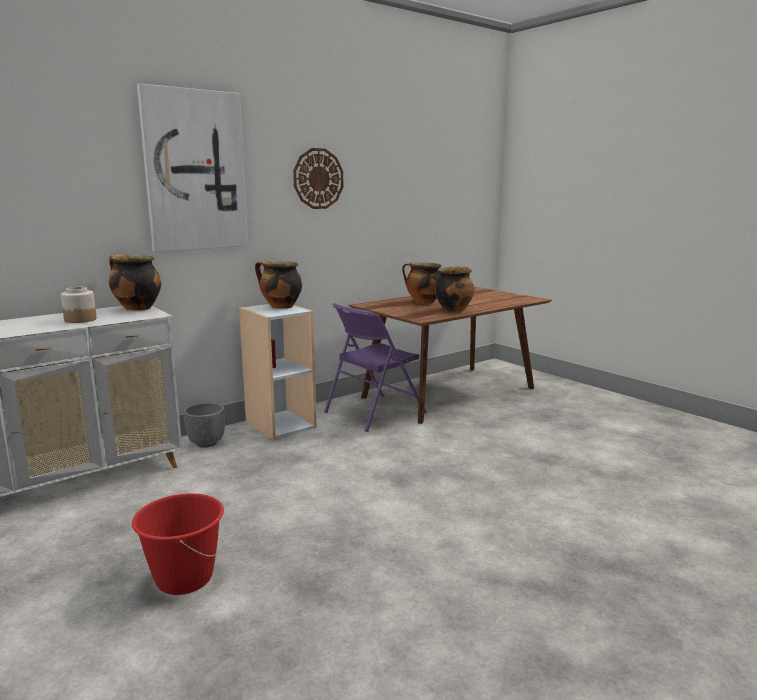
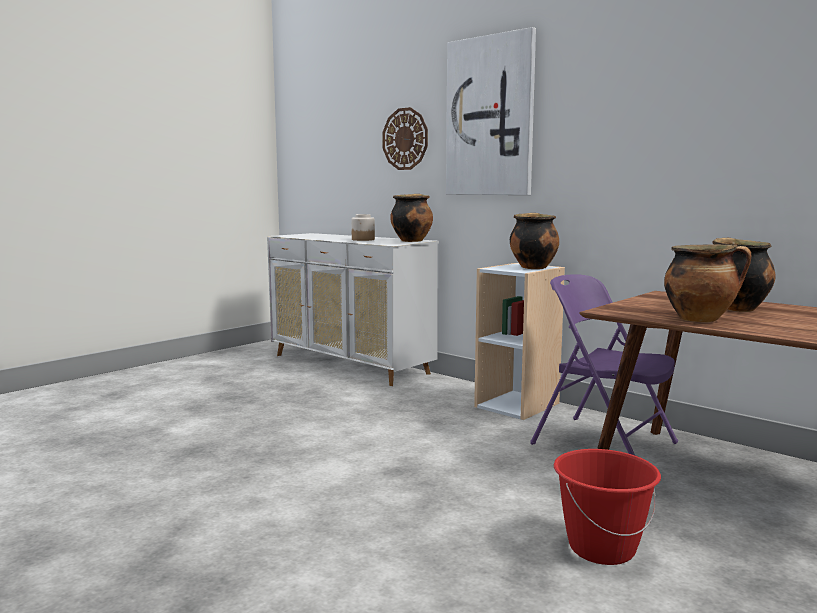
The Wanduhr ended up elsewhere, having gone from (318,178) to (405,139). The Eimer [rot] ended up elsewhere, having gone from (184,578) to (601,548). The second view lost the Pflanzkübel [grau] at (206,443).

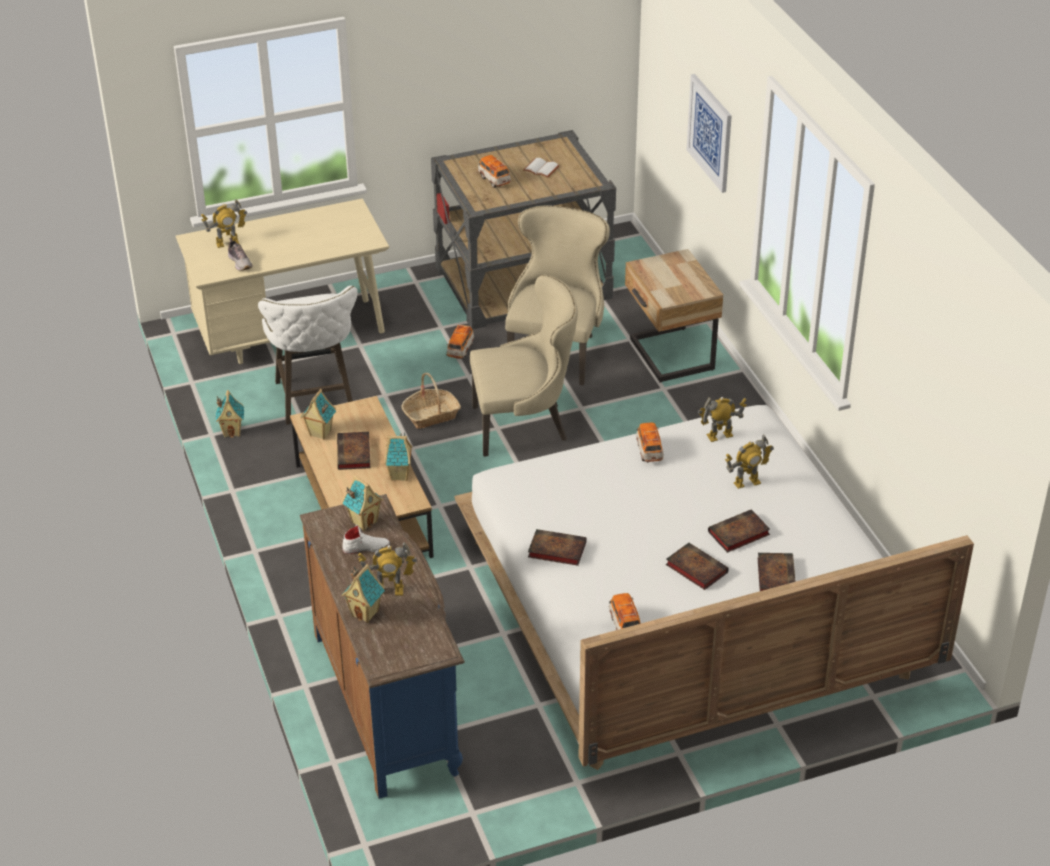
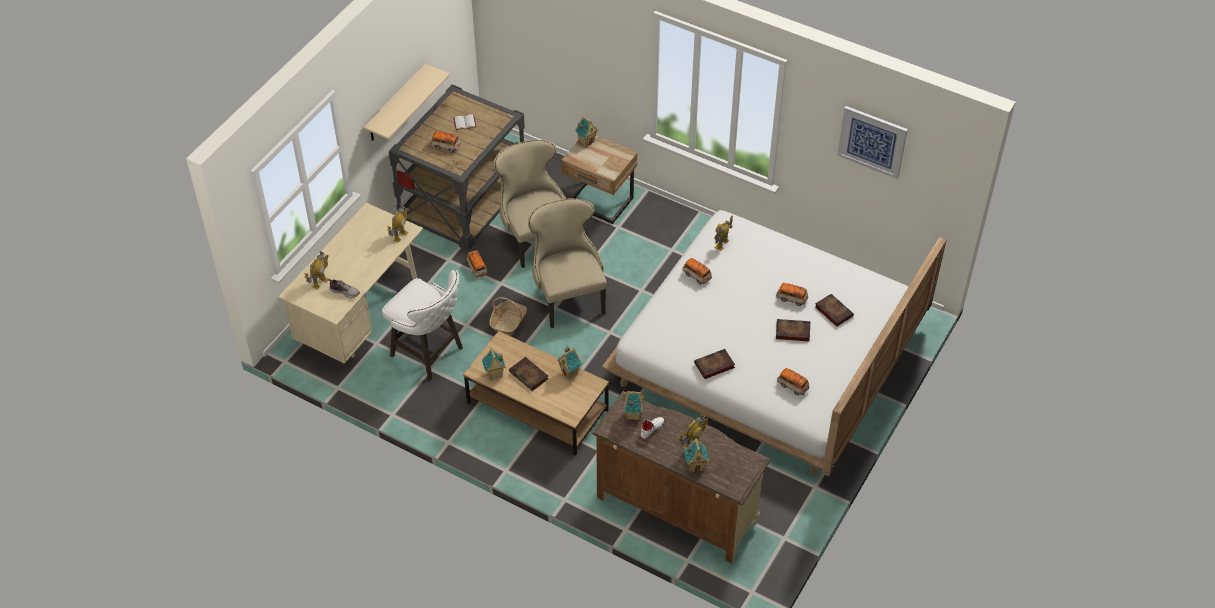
The second view gained the Wandregal [beige] at (395,104). The Spielzeugroboter ended up elsewhere, having gone from (747,482) to (400,236). The Stuhl [beige] at (524,426) ended up facing another way, 60 degrees counterclockwise from before. The Spielzeughaus ended up elsewhere, having gone from (232,431) to (586,141). What was the Kommode [blau] at (388,700) turned into the Kommode [beige] at (677,507). Where the Buch stood at (737,534), the Spielzeugauto came to stand at (791,299). The Bild ended up elsewhere, having gone from (710,132) to (872,141).

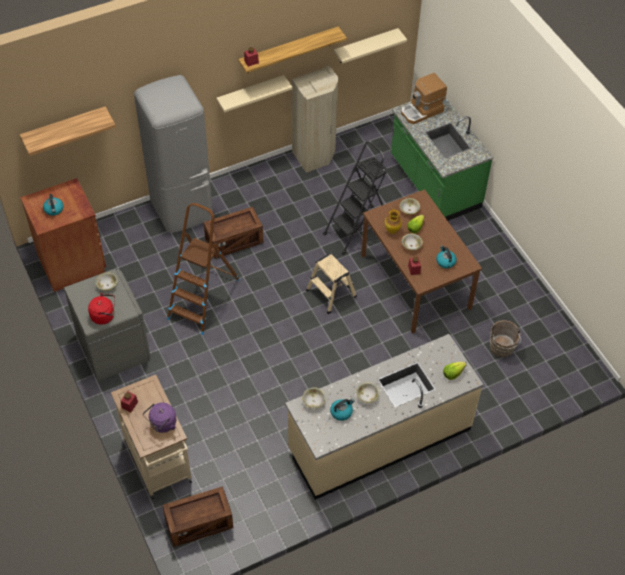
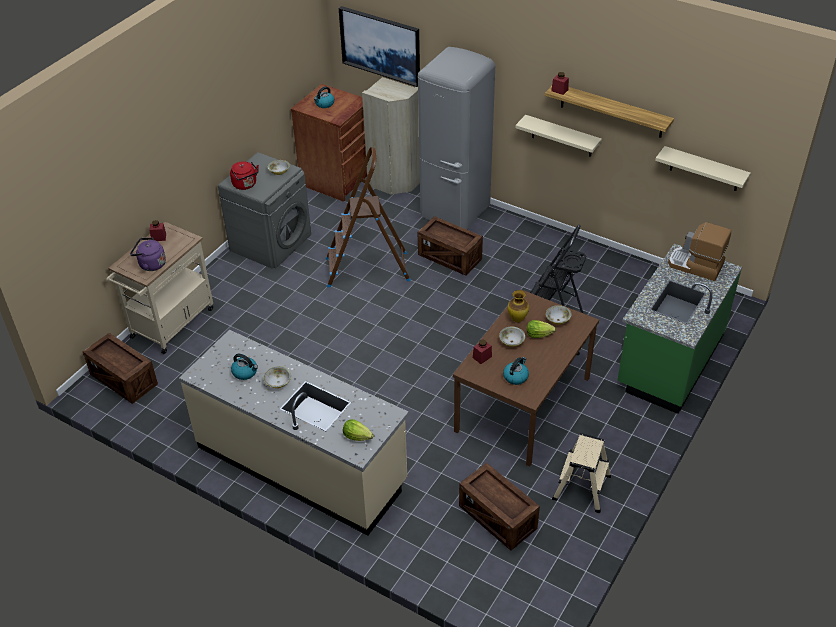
Where the Wandregal hung at (64,128), the Bild came to hang at (381,45). The Schrank [beige] ended up elsewhere, having gone from (315,155) to (395,182). Where the Eimer [braun] stood at (502,349), the Kiste came to stand at (497,517). The Trittleiter [beige] ended up elsewhere, having gone from (331,293) to (581,487). The second view lost the Schüssel at (313,401).

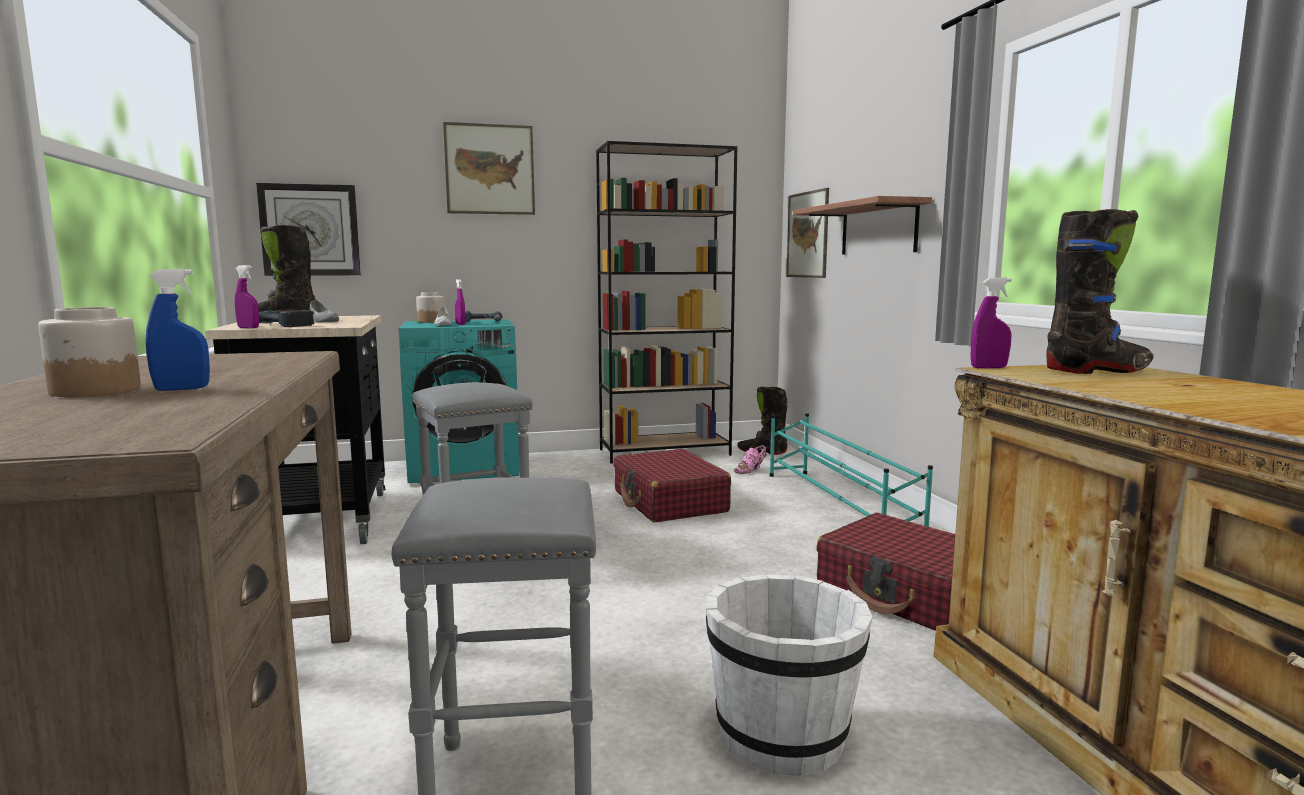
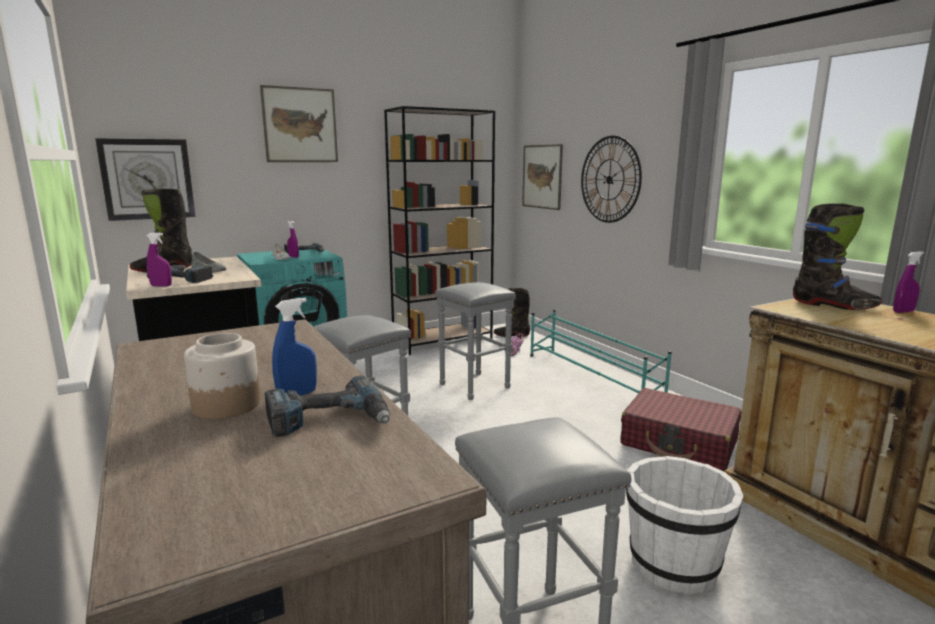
The second view gained the Bohrmaschine at (329,420). Where the Koffer [rot] stood at (669,502), the Hocker [grau] came to stand at (476,385). Where the Wandregal hung at (878,229), the Wanduhr came to hang at (609,179). The Stiefel [schwarz] at (1098,371) ended up facing another way, 60 degrees clockwise from before. The Sprühflasche [lila] ended up elsewhere, having gone from (989,367) to (903,311). The second view lost the Vorratsglas at (431,321).

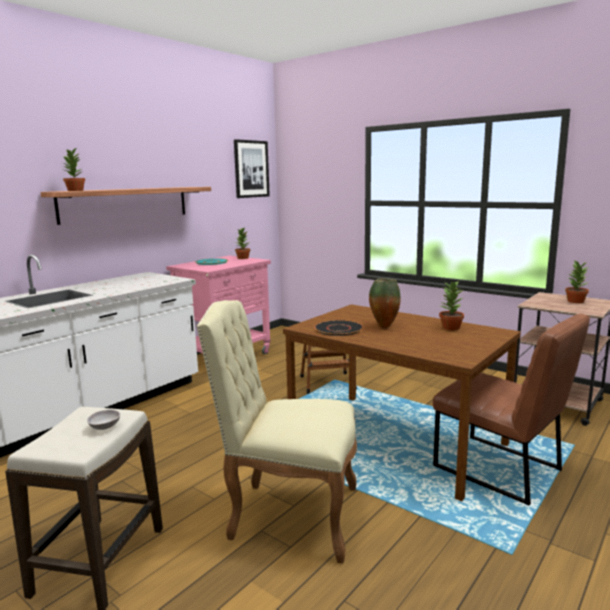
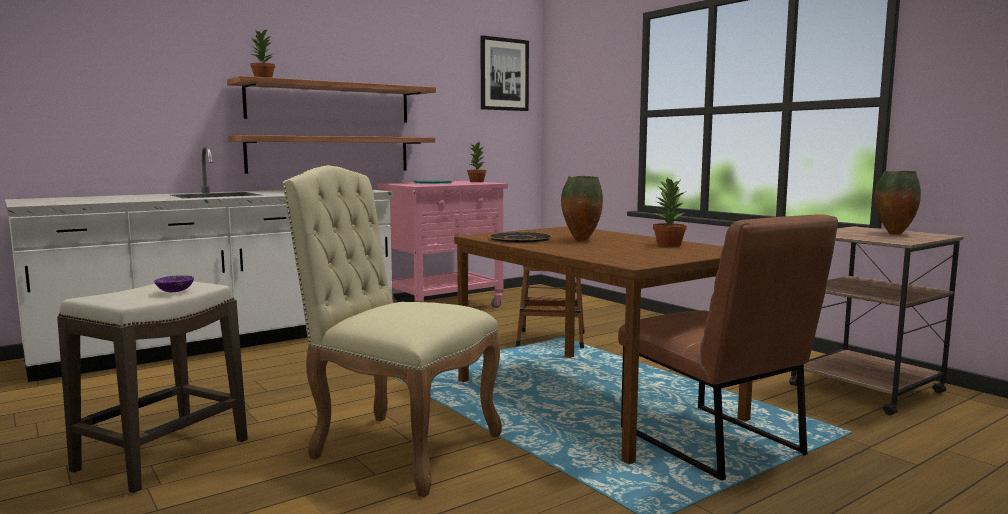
What was the Schüssel [grau] at (105,427) turned into the Schüssel [lila] at (175,291). The second view gained the Wandregal at (330,154). Where the Topfpflanze stood at (575,301), the Vase came to stand at (893,233).

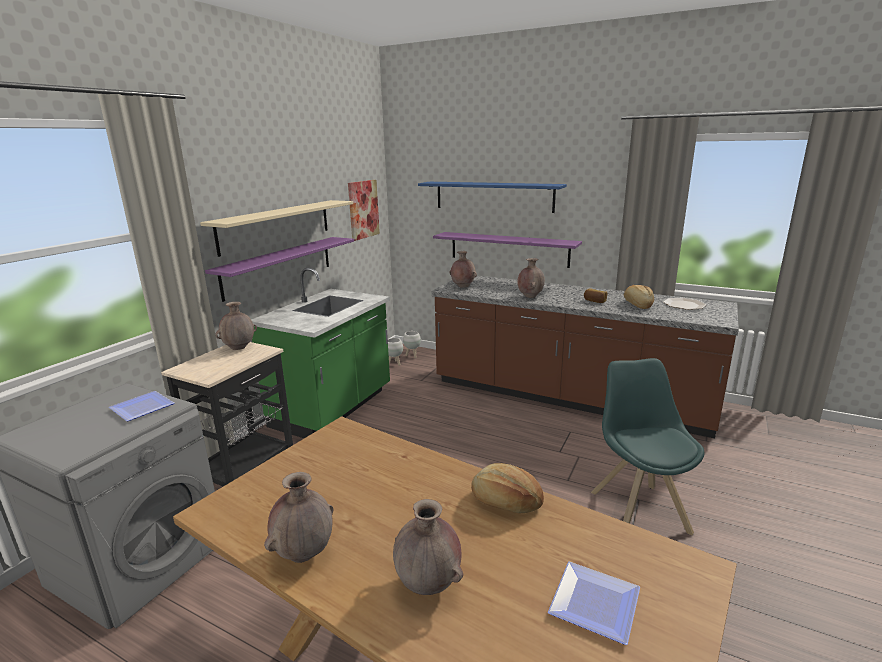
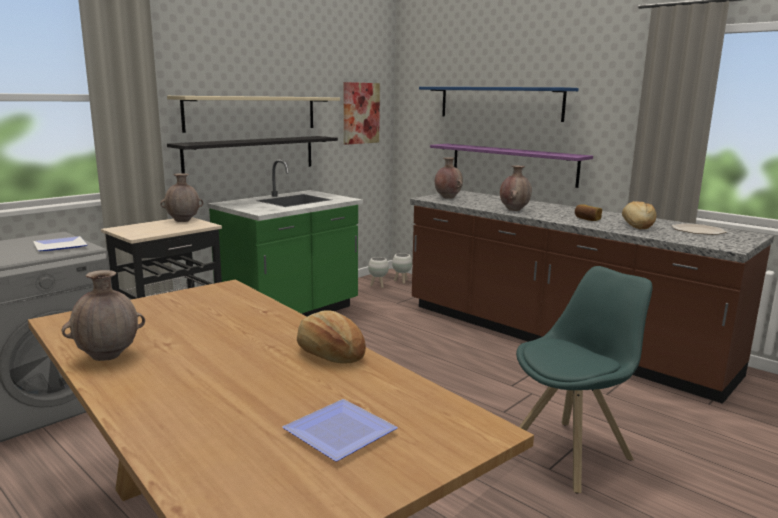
What was the Wandregal [lila] at (279,266) turned into the Wandregal [schwarz] at (251,155). The Stuhl [türkis] at (638,511) ended up facing another way, 45 degrees clockwise from before. The second view lost the Vase [braun] at (428,585).

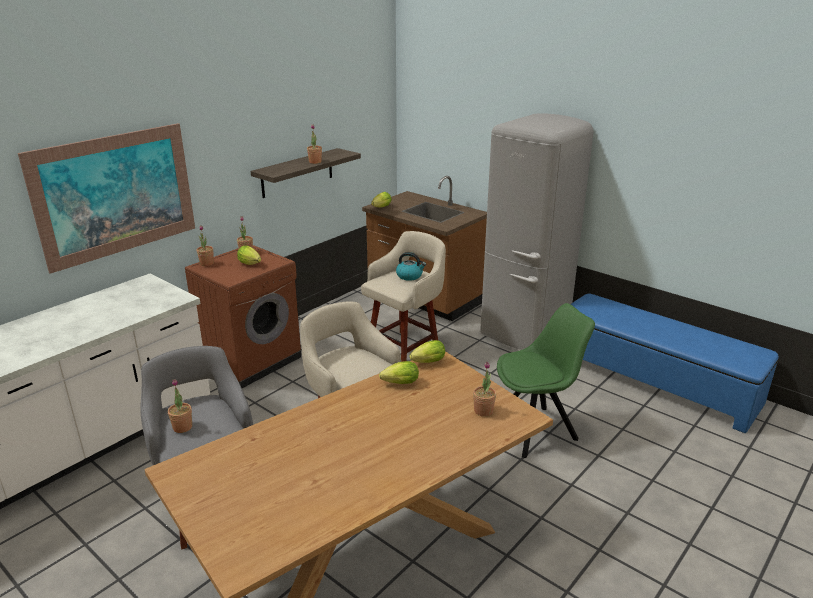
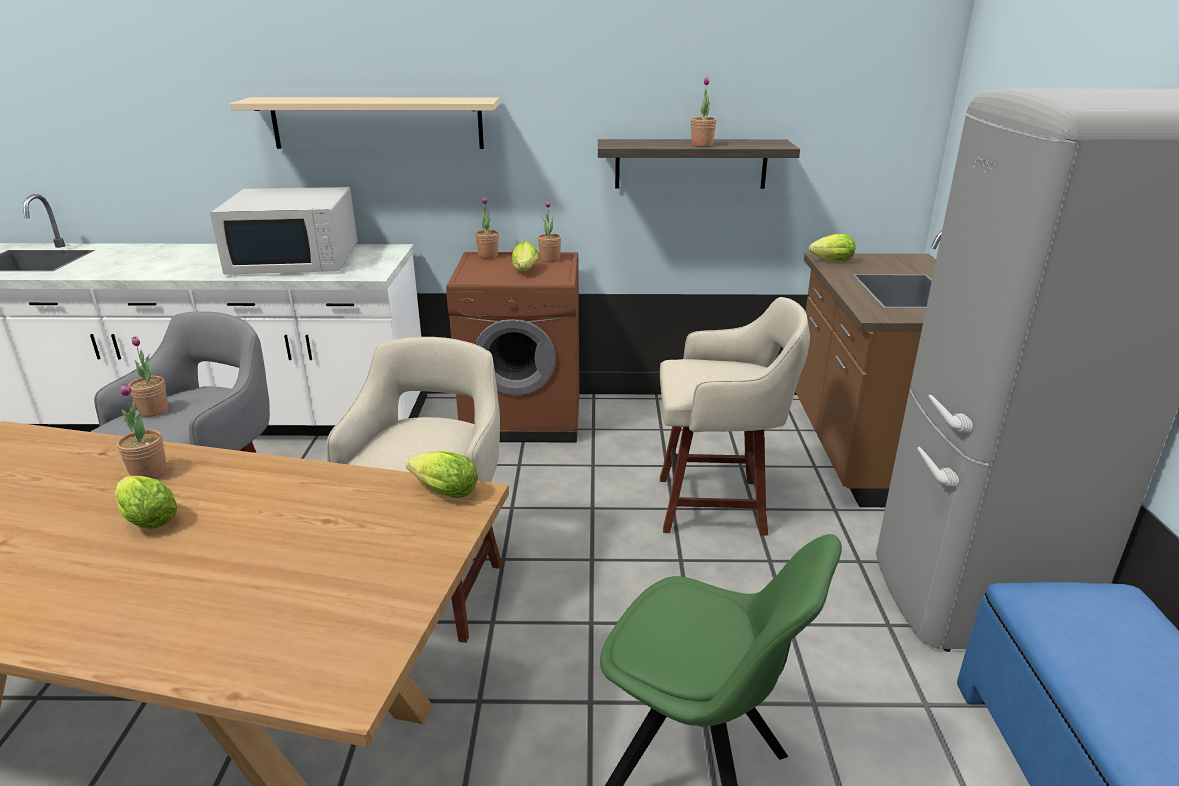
The Salatkopf ended up elsewhere, having gone from (398,383) to (146,518). The Topfpflanze ended up elsewhere, having gone from (483,411) to (149,473). The second view gained the Mikrowelle [weiß] at (296,260). Where the Bild hung at (116,194), the Wandregal [beige] came to hang at (377,123). The second view lost the Wasserkessel at (410,276).

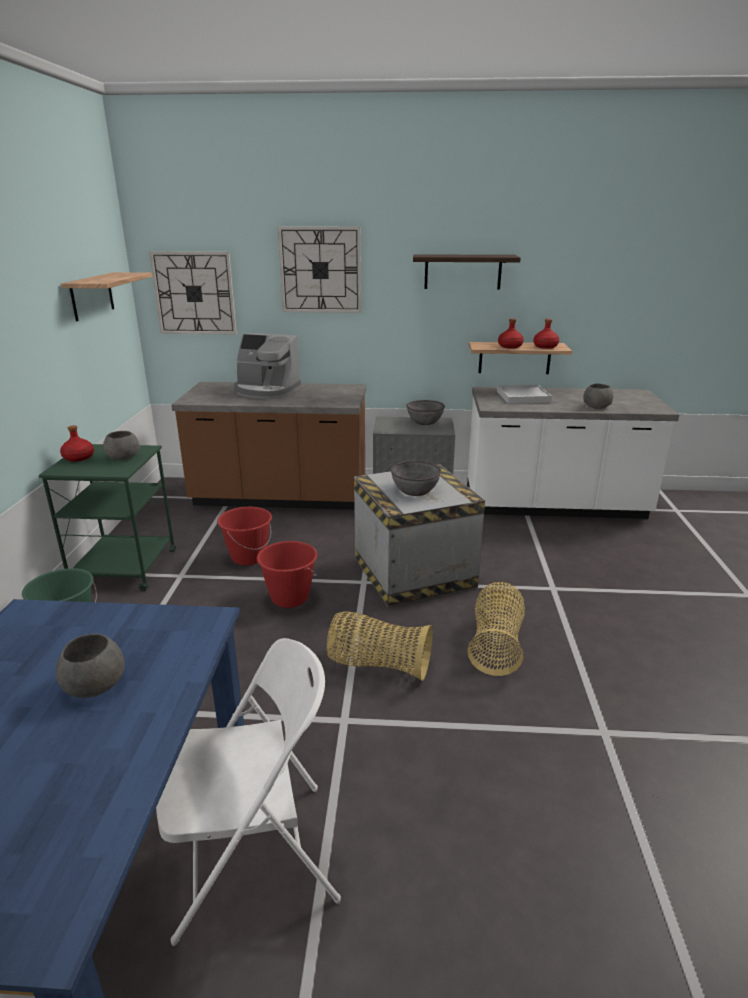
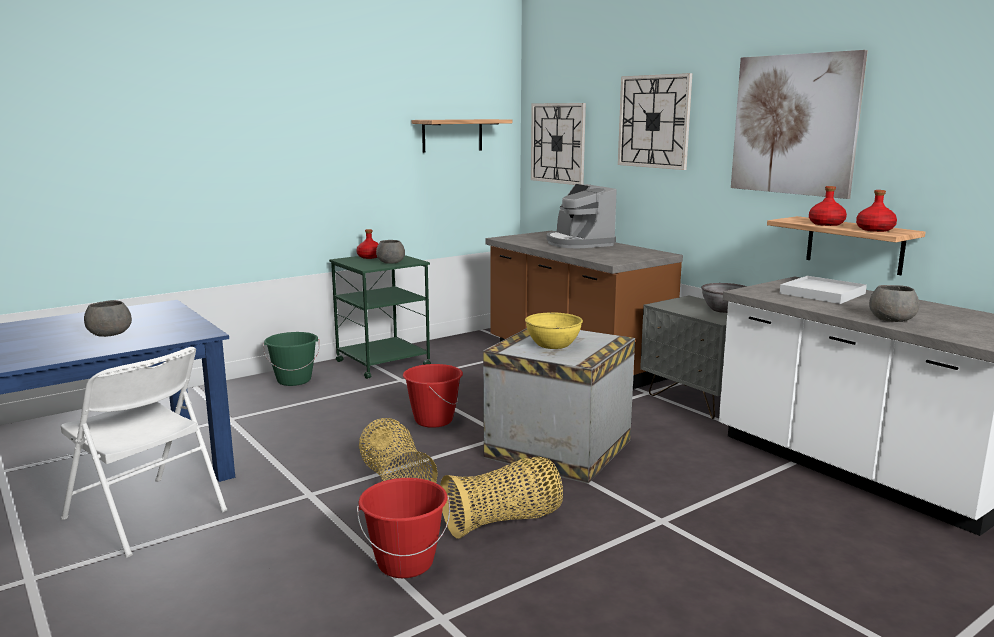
The Eimer [rot] ended up elsewhere, having gone from (248,557) to (405,563). What was the Schüssel [grau] at (415,490) turned into the Schüssel [gelb] at (553,344). Where the Wandregal hung at (463,272), the Bild came to hang at (794,125).

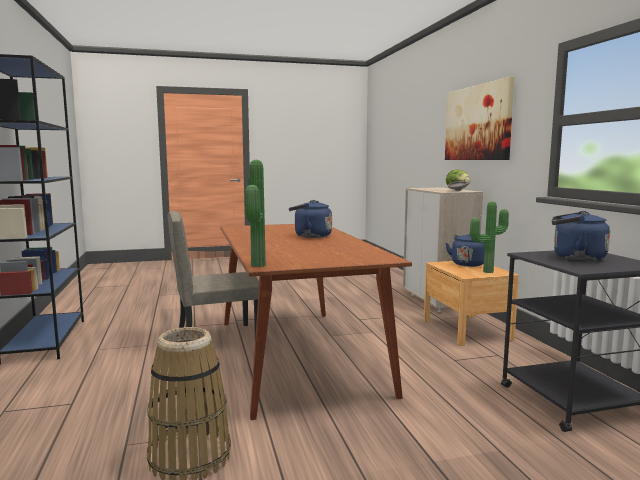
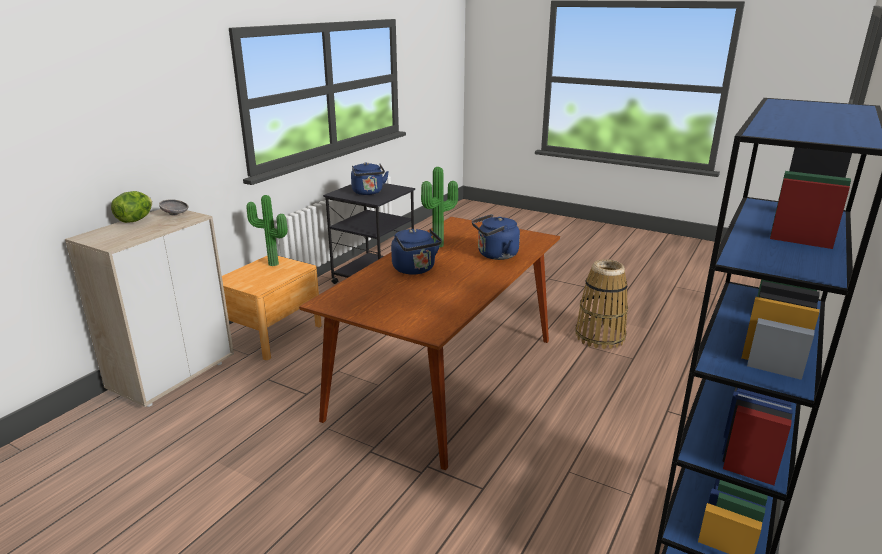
The Topfpflanze ended up elsewhere, having gone from (255,265) to (440,246). The Wasserkessel [blau] ended up elsewhere, having gone from (468,264) to (495,255). The second view lost the Stuhl [beige] at (217,338). The second view lost the Bild at (477,123).

